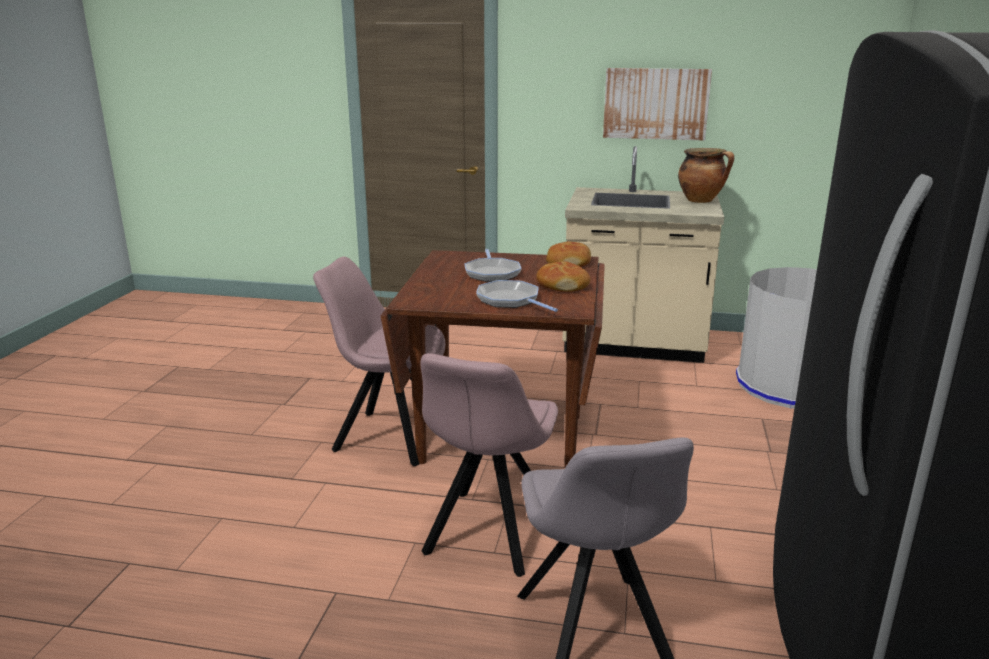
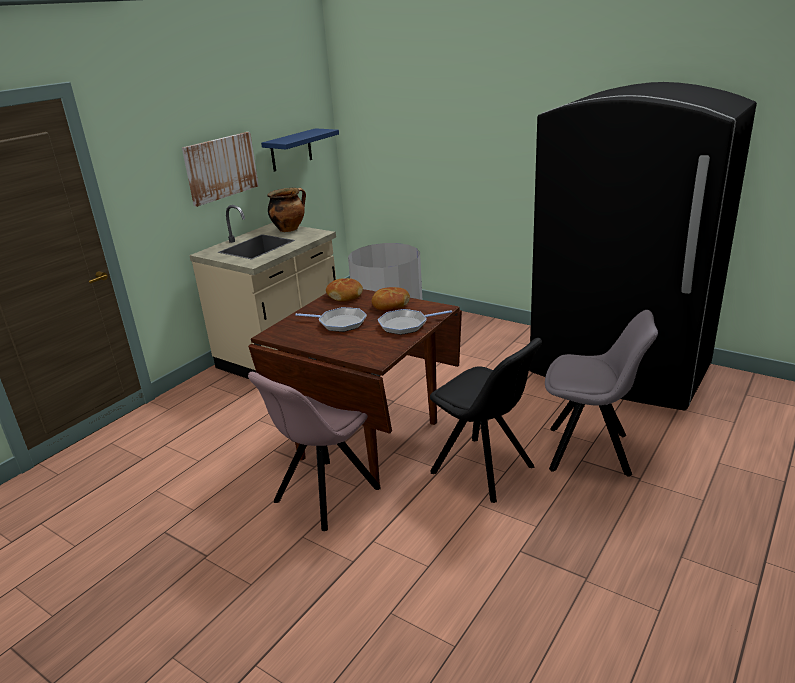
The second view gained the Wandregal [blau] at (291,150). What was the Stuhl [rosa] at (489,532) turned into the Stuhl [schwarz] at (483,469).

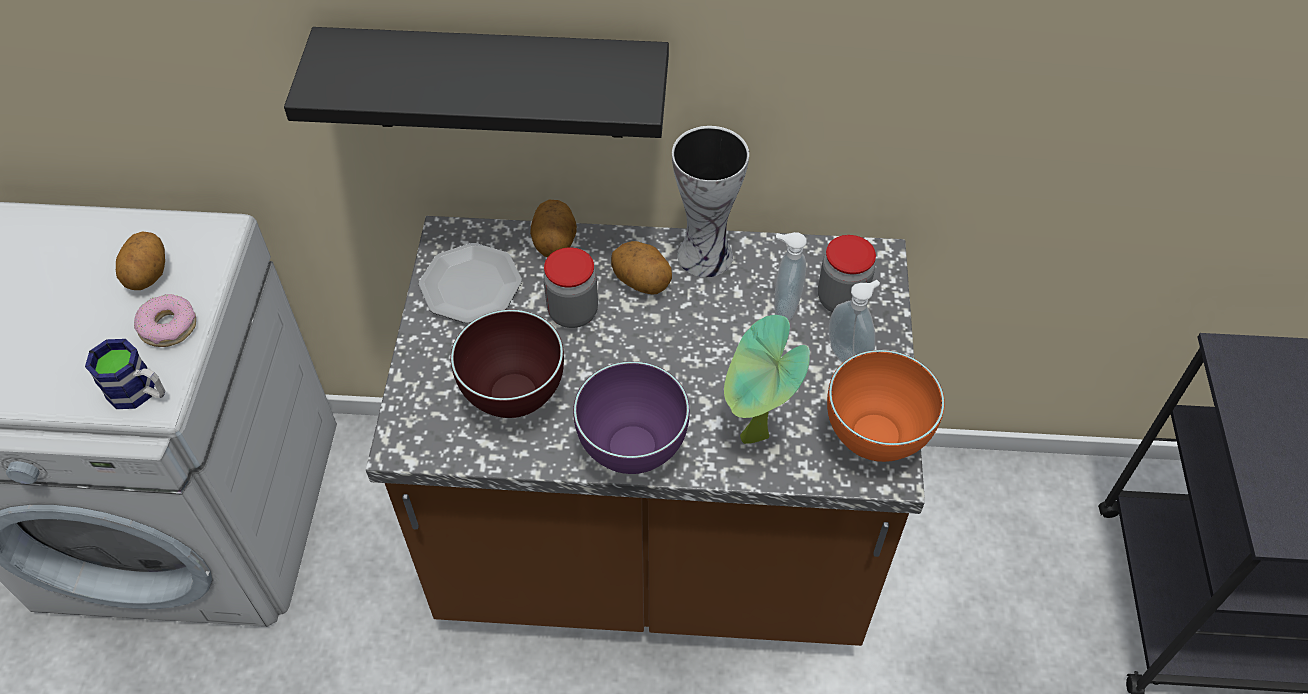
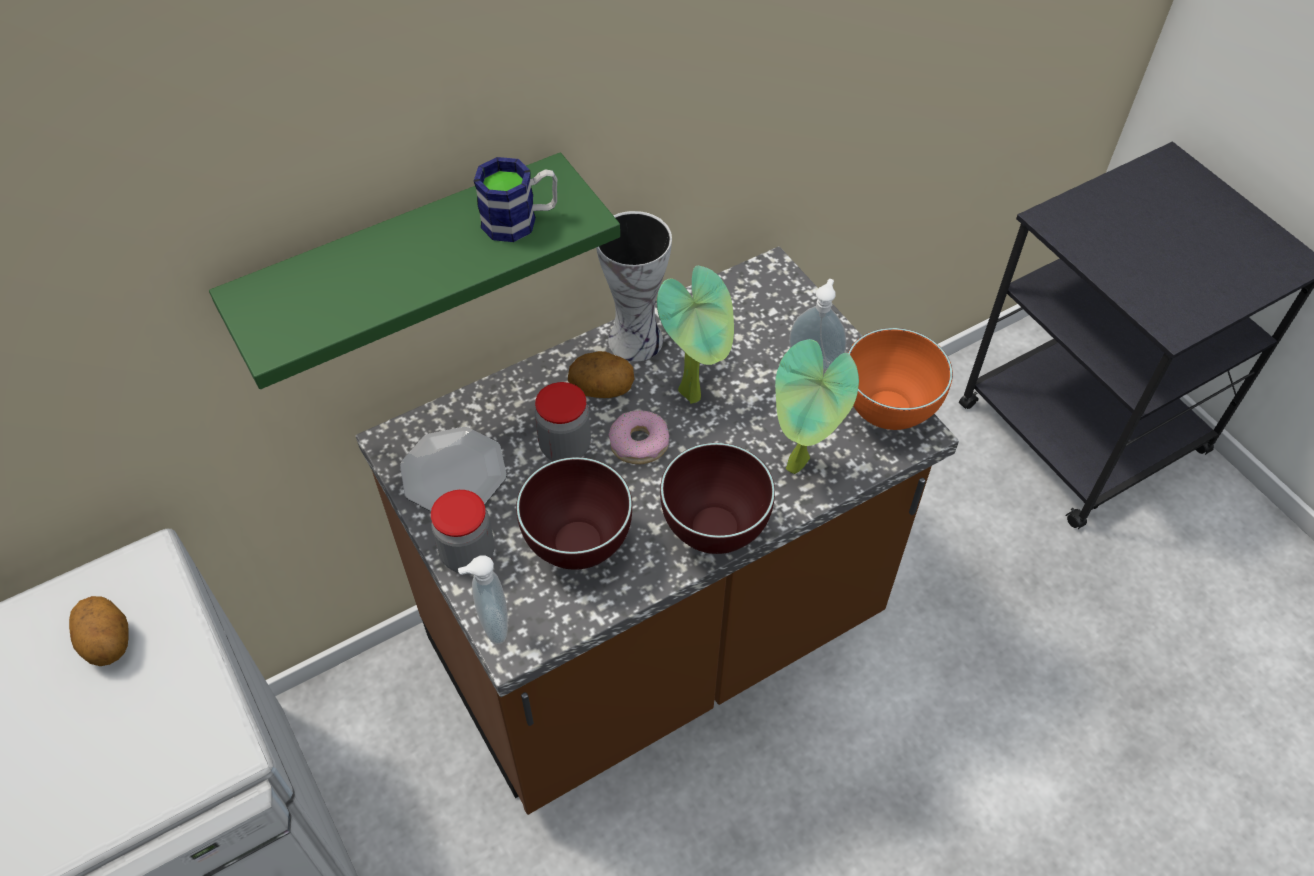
What was the Wandregal [schwarz] at (496,83) turned into the Wandregal [grün] at (404,265). The Vorratsglas ended up elsewhere, having gone from (841,300) to (468,554). The Seifenspender ended up elsewhere, having gone from (783,307) to (491,625). The Henkelbecher ended up elsewhere, having gone from (140,393) to (520,220). The Donut ended up elsewhere, having gone from (168,327) to (639,443). The second view gained the Topfpflanze at (696,393). What was the Schüssel [lila] at (634,454) turned into the Schüssel [braun] at (716,534). The second view lost the Kartoffel at (555,243).

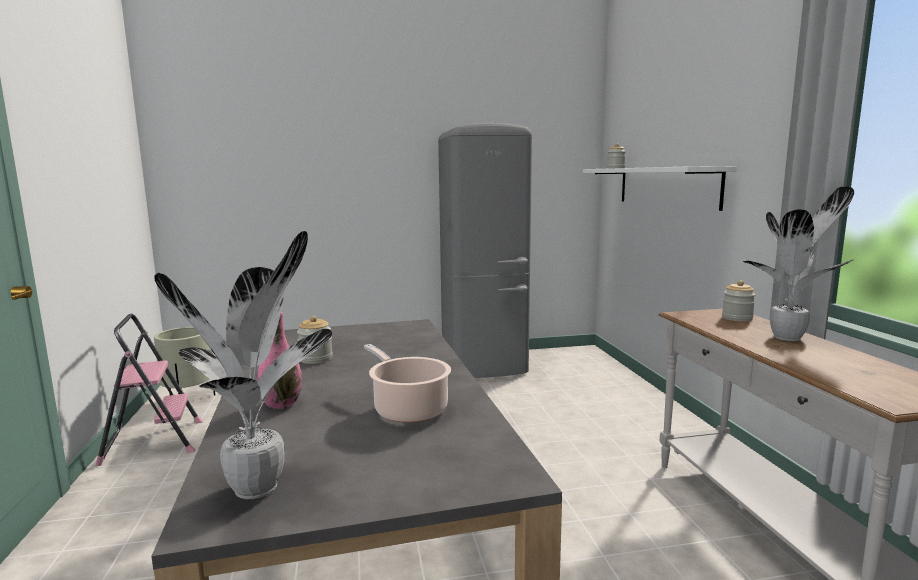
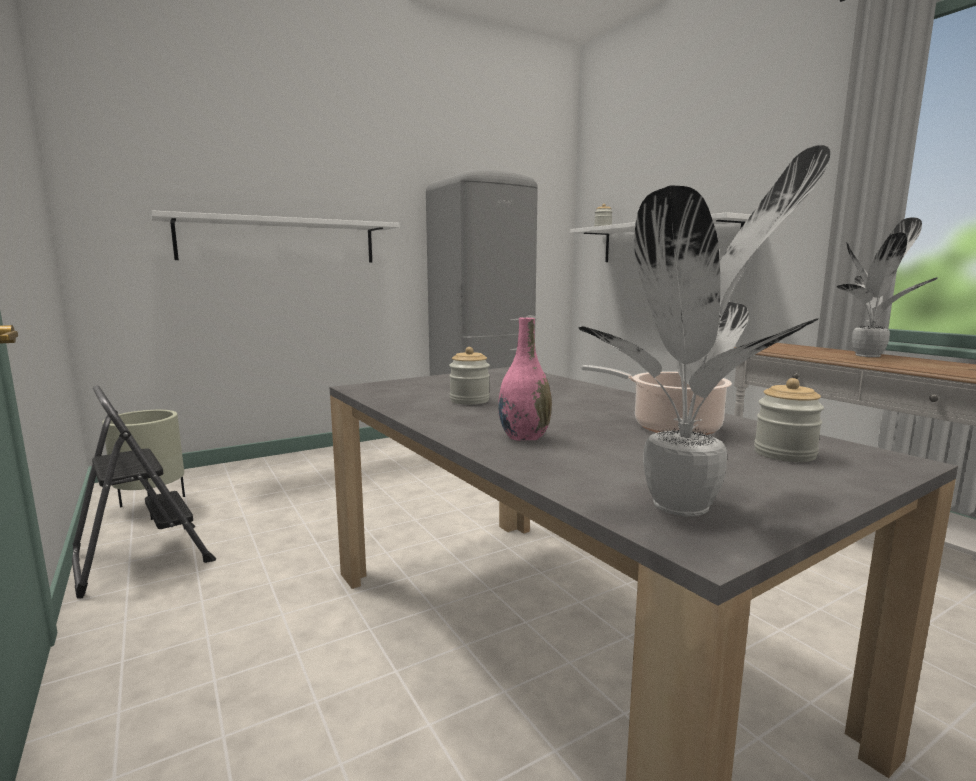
What was the Trittleiter [rosa] at (148,442) turned into the Trittleiter [schwarz] at (135,559). The second view gained the Wandregal [weiß] at (280,241). The Vorratsglas ended up elsewhere, having gone from (737,318) to (784,454).

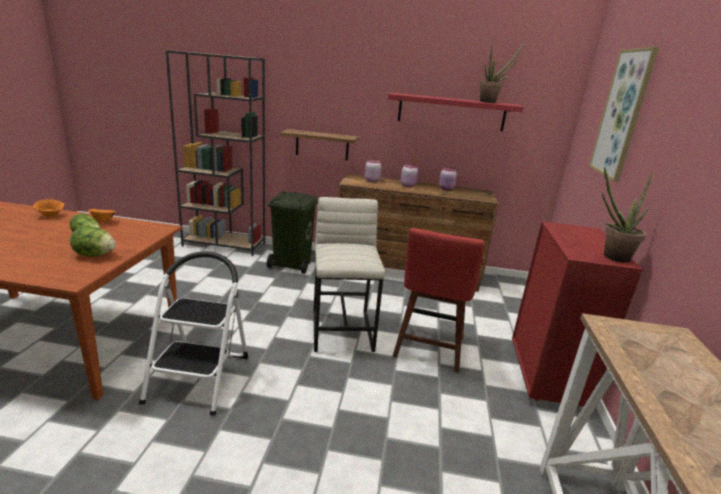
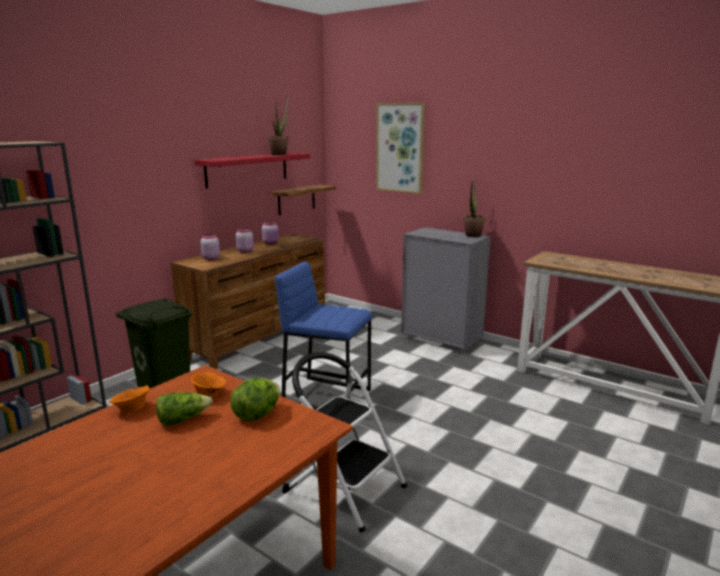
The Schüssel [orange] ended up elsewhere, having gone from (51,216) to (209,395). The Wandregal ended up elsewhere, having gone from (322,145) to (296,199). What was the Hocker [beige] at (342,330) turned into the Hocker [blau] at (327,396). What was the Schrank [rot] at (546,377) turned into the Schrank [grau] at (442,340). The second view lost the Hocker [rot] at (428,349).

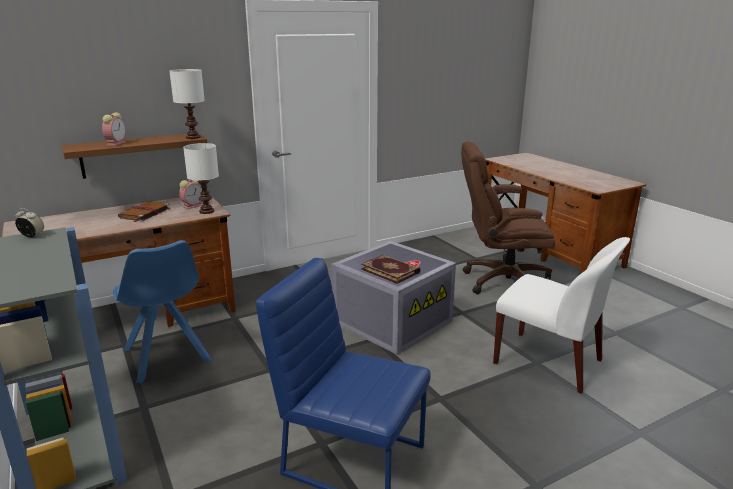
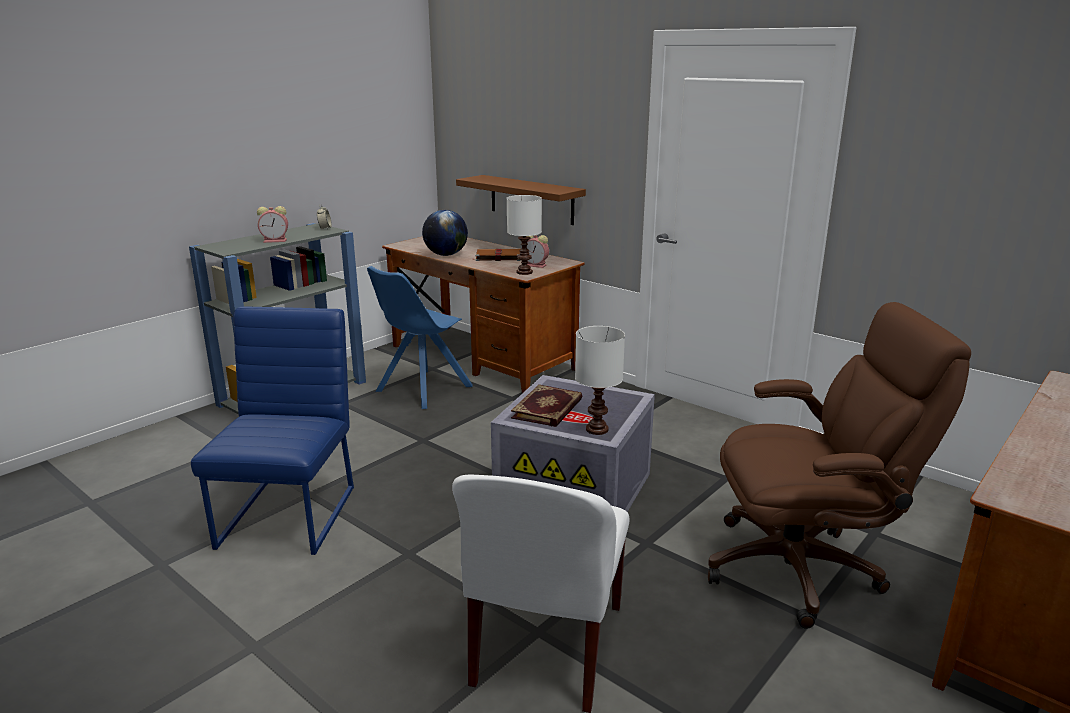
The Wecker ended up elsewhere, having gone from (116,143) to (276,240). The second view gained the Globus at (446,255). The Tischlampe [weiß] ended up elsewhere, having gone from (193,137) to (596,430). The Bürostuhl [braun] at (499,281) ended up facing another way, 105 degrees clockwise from before.

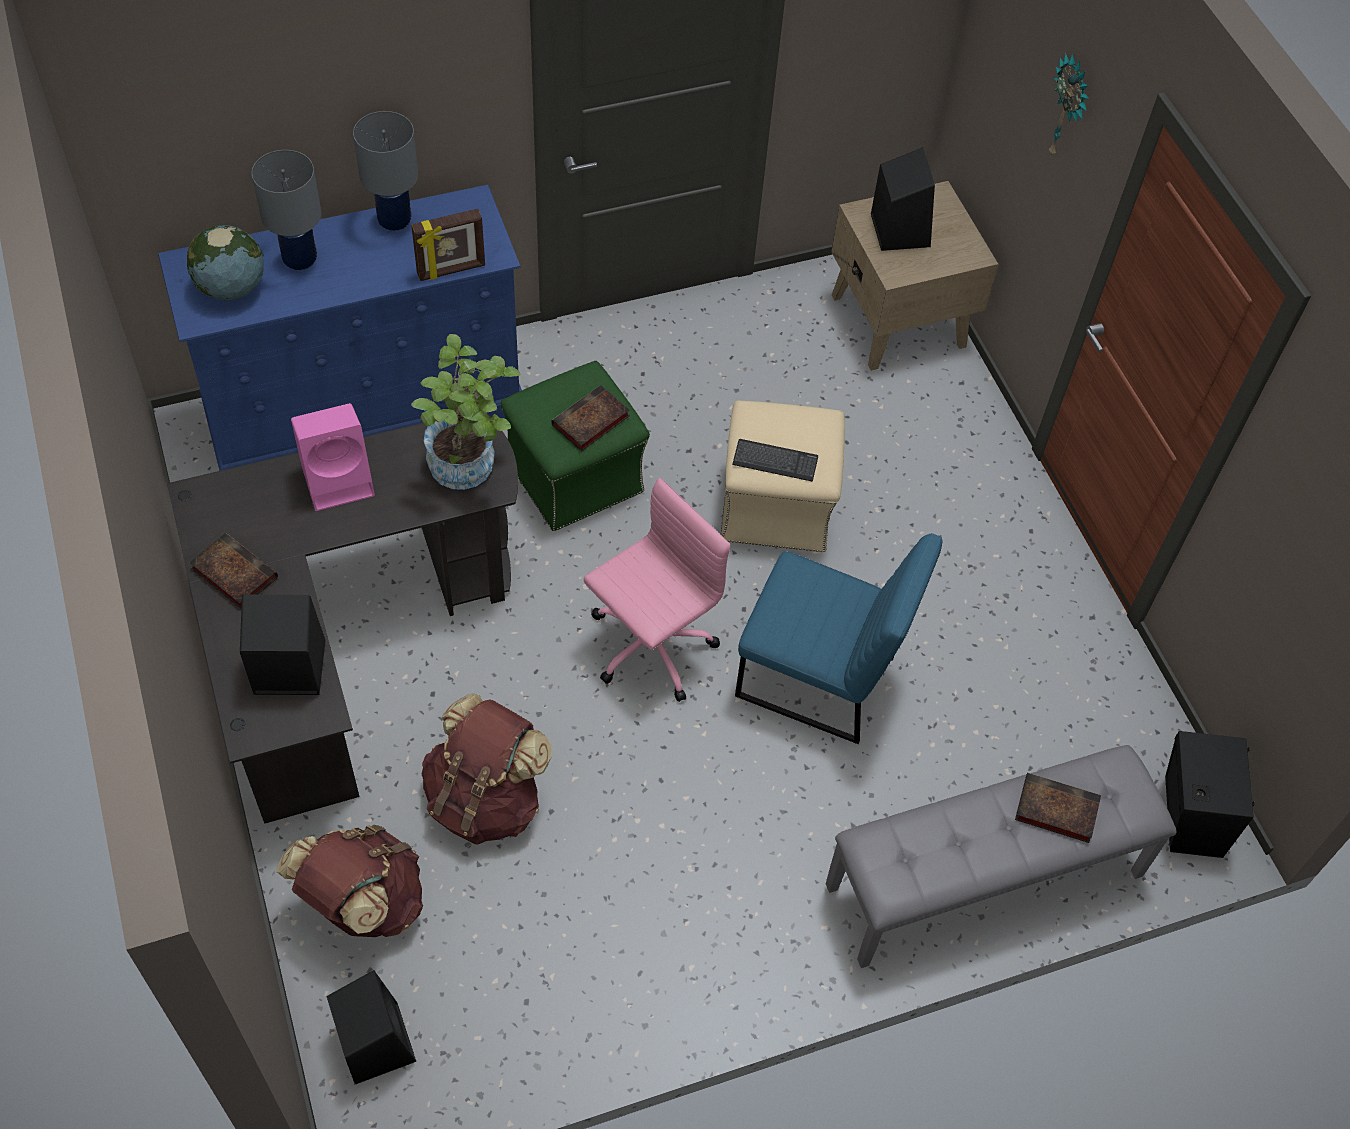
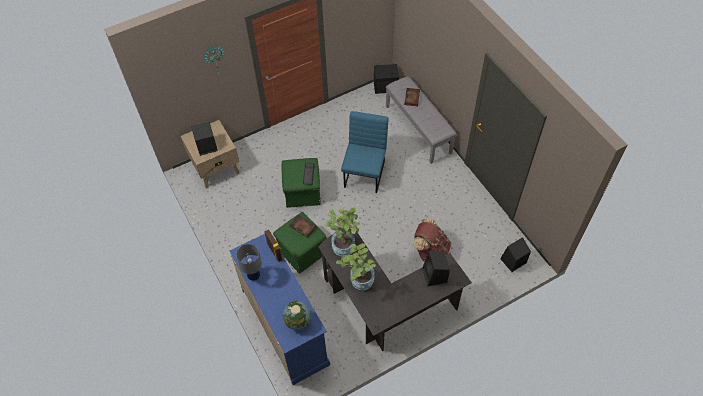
What was the Polsterhocker [beige] at (778,506) turned into the Polsterhocker [grün] at (302,192). Where the Lautsprecher [rosa] stood at (340,480), the Topfpflanze came to stand at (358,281). The second view lost the Buch at (232,573). The second view lost the Tischlampe [grau] at (301,261). The second view lost the Rucksack [braun] at (362,903). The second view lost the Bürostuhl [rosa] at (649,647).

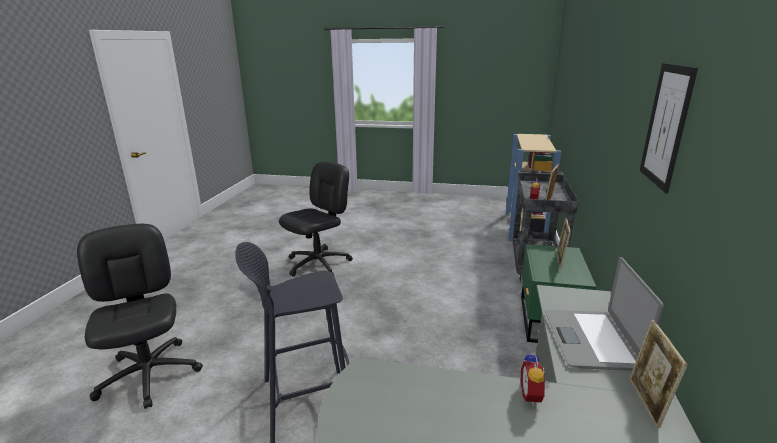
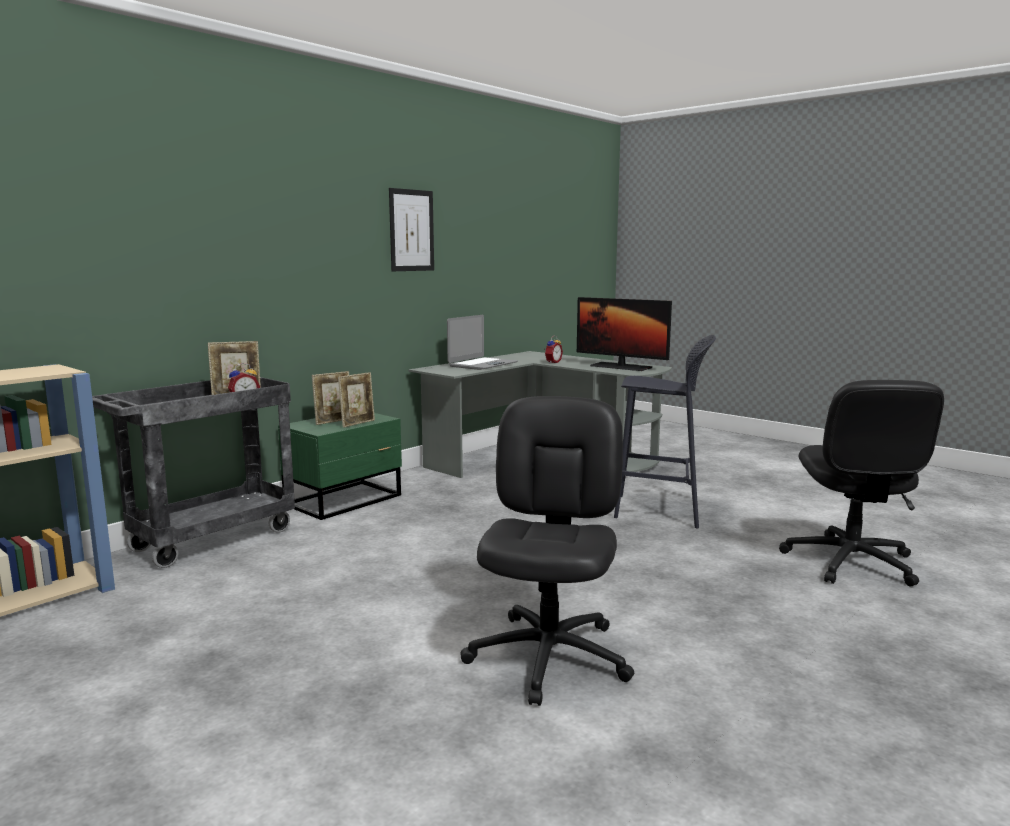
The Bilderrahmen ended up elsewhere, having gone from (647,403) to (358,423). The Bürostuhl [schwarz] at (318,263) ended up facing another way, 120 degrees clockwise from before. The second view gained the Monitor at (620,367).

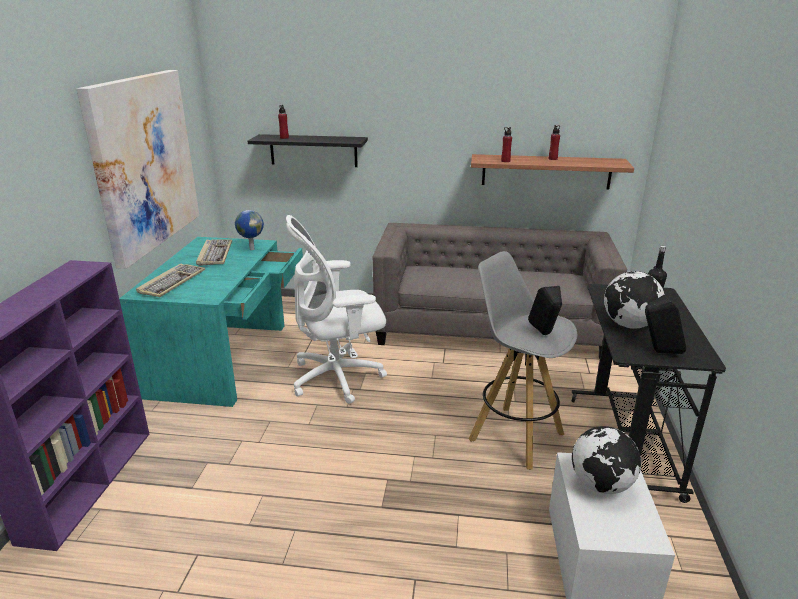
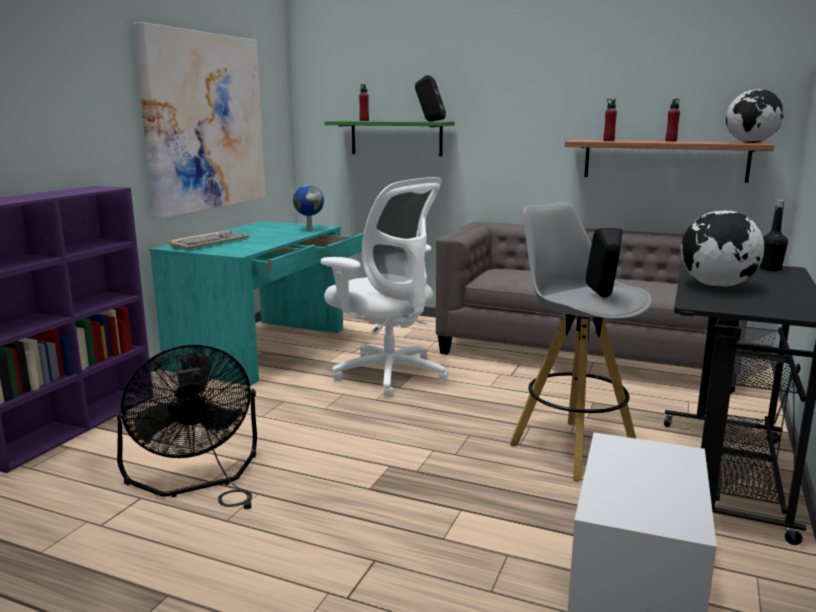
The second view gained the Ventilator [schwarz] at (202,480). The Bürostuhl [weiß] at (341,375) ended up facing another way, 135 degrees counterclockwise from before. What was the Wandregal [schwarz] at (313,150) turned into the Wandregal [grün] at (396,138). The Lautsprecher [schwarz] ended up elsewhere, having gone from (659,352) to (429,121). The Globus ended up elsewhere, having gone from (601,485) to (750,143). The second view lost the Tastatur at (214,254).

